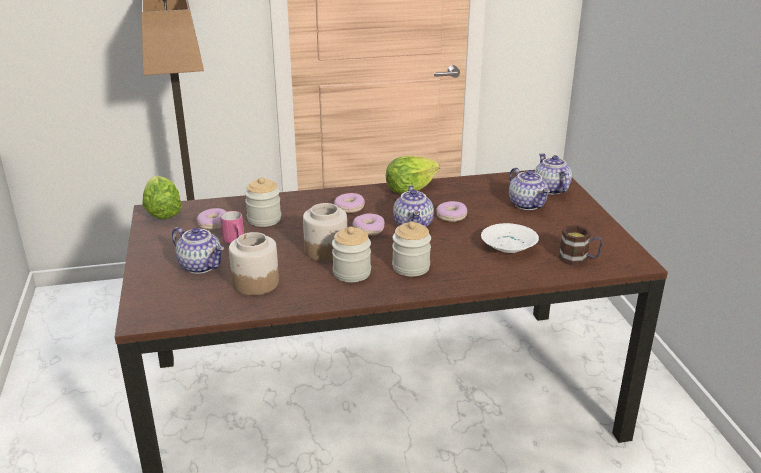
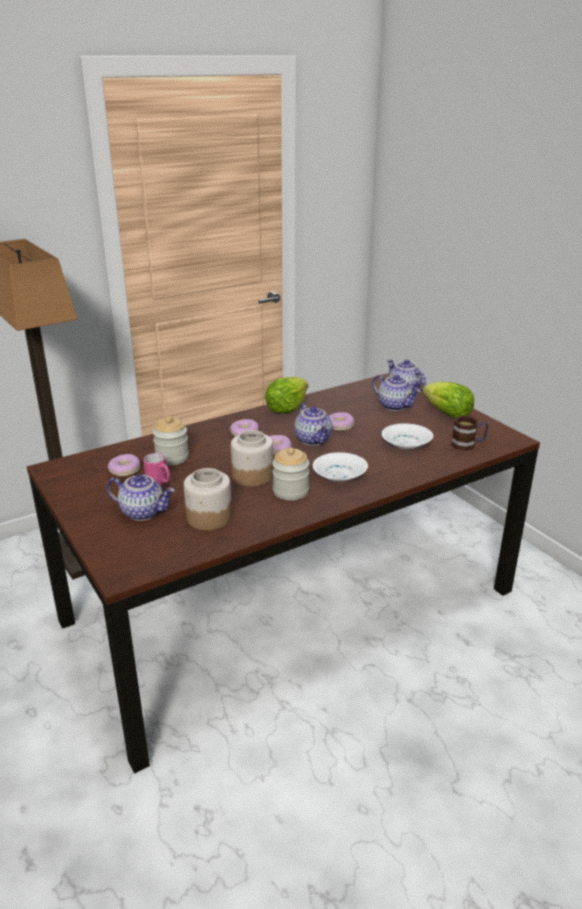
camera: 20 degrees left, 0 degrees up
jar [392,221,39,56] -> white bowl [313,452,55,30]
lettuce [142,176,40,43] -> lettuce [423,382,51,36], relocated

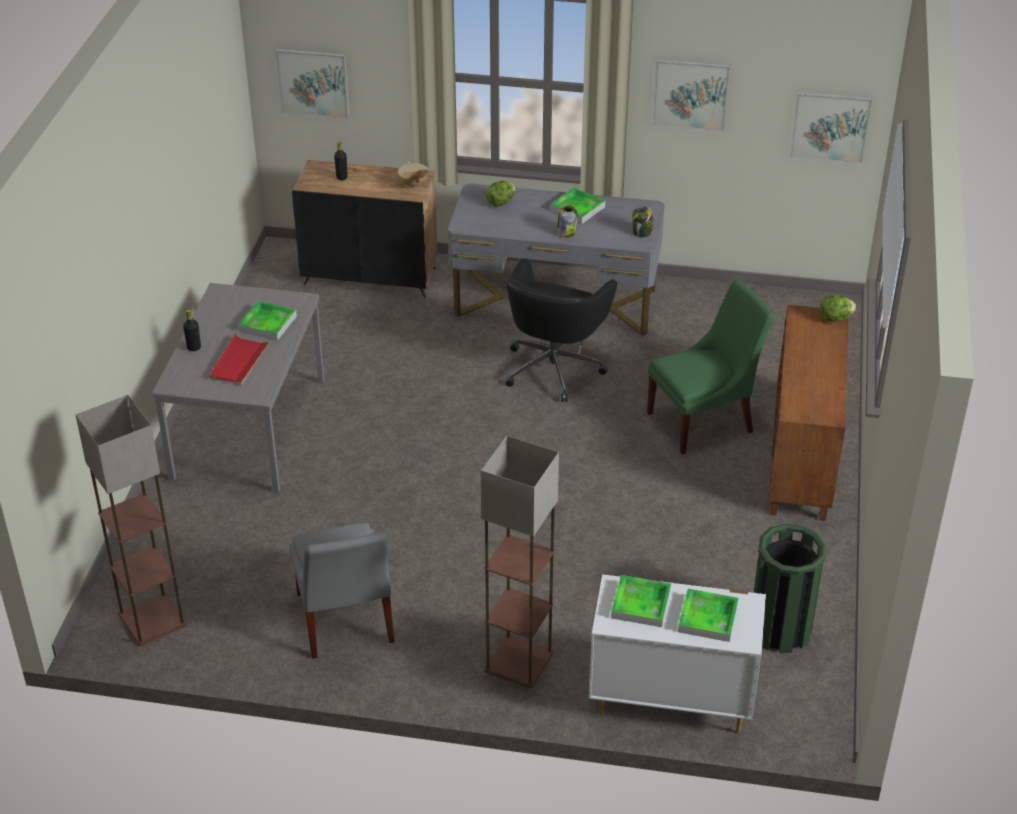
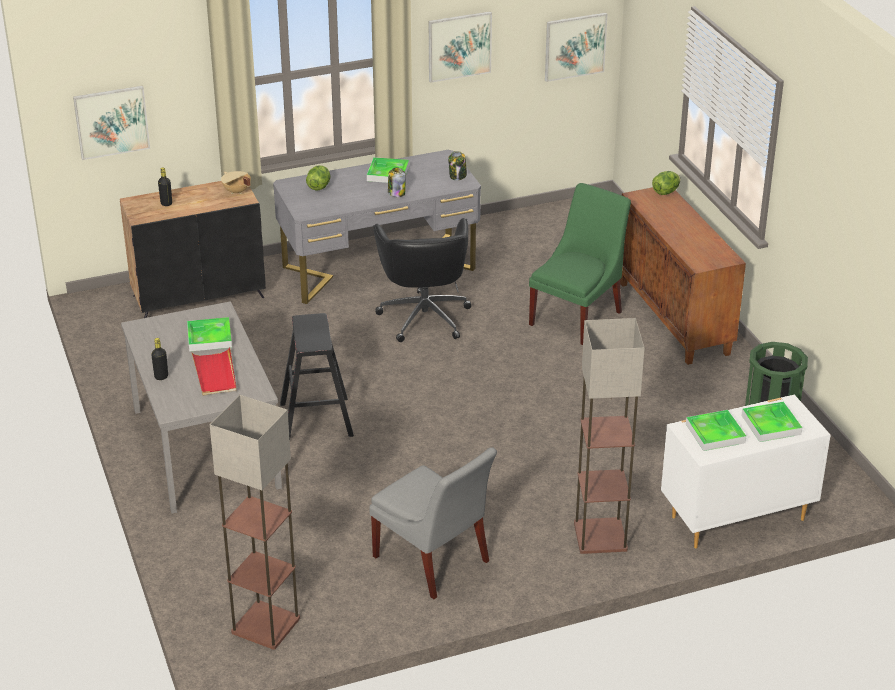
camera: 30 degrees left, 5 degrees down
none -> black stool [280,313,74,125]

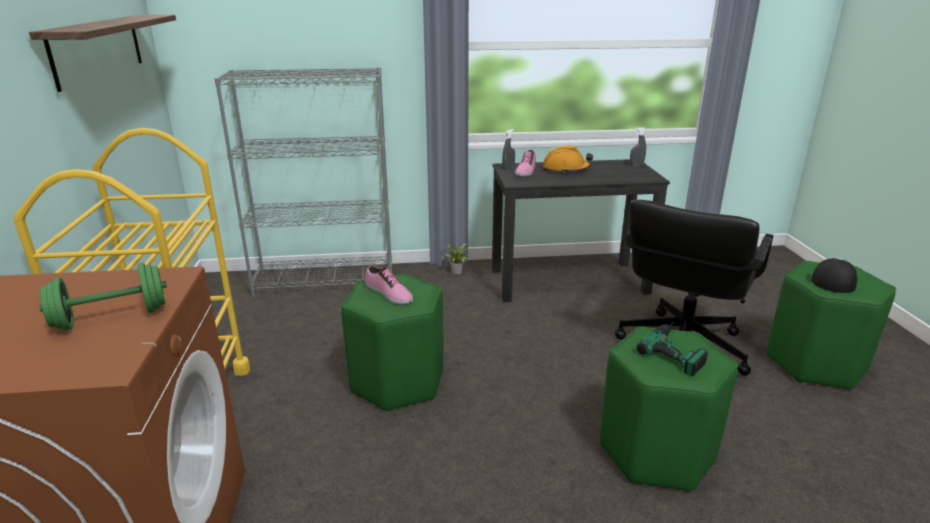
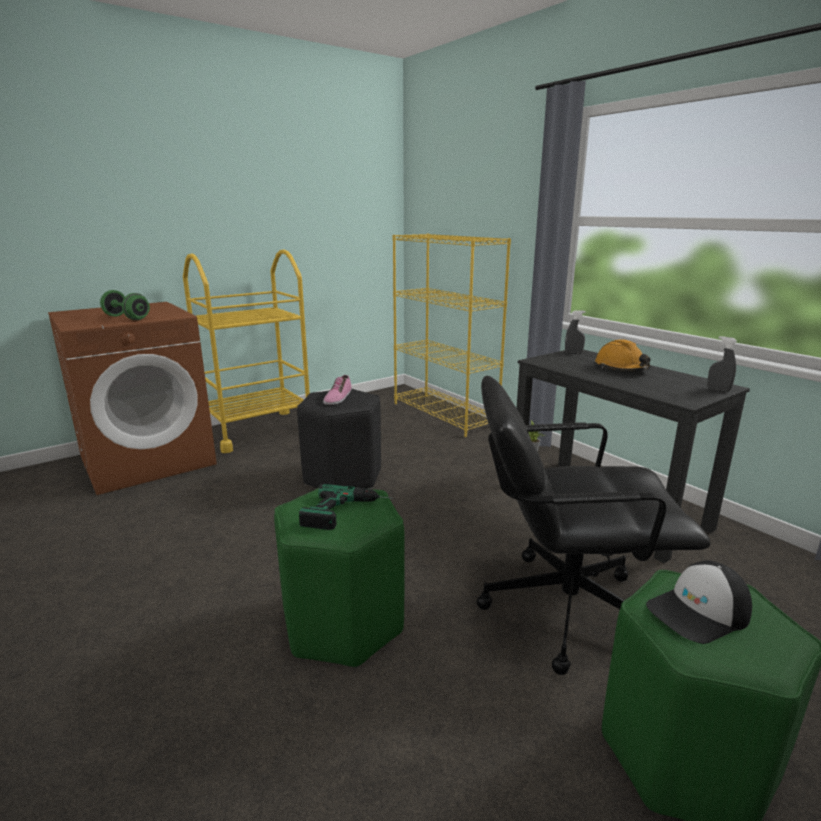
camera: 60 degrees right, 5 degrees down
green stool [341,274,103,138] -> black stool [297,388,84,101]
grey bookcase [215,67,177,229] -> yellow bookcase [393,234,118,203]
cap [811,258,46,35] -> cap [646,560,106,84], 150 degrees clockwise
shelf [29,15,147,77] -> none
shoe [515,149,21,28] -> none

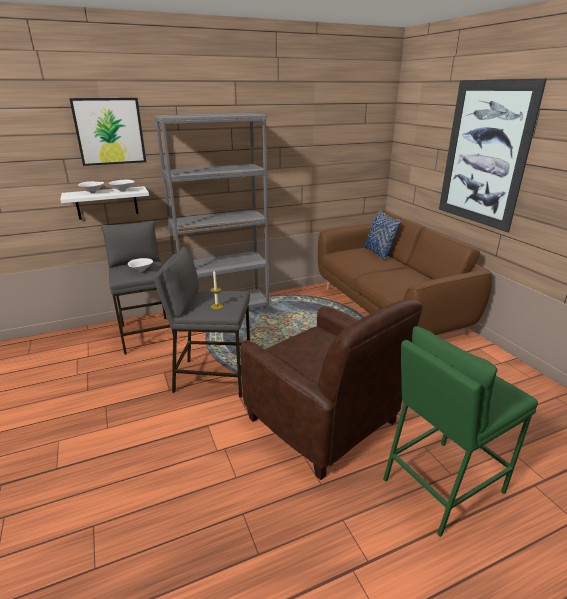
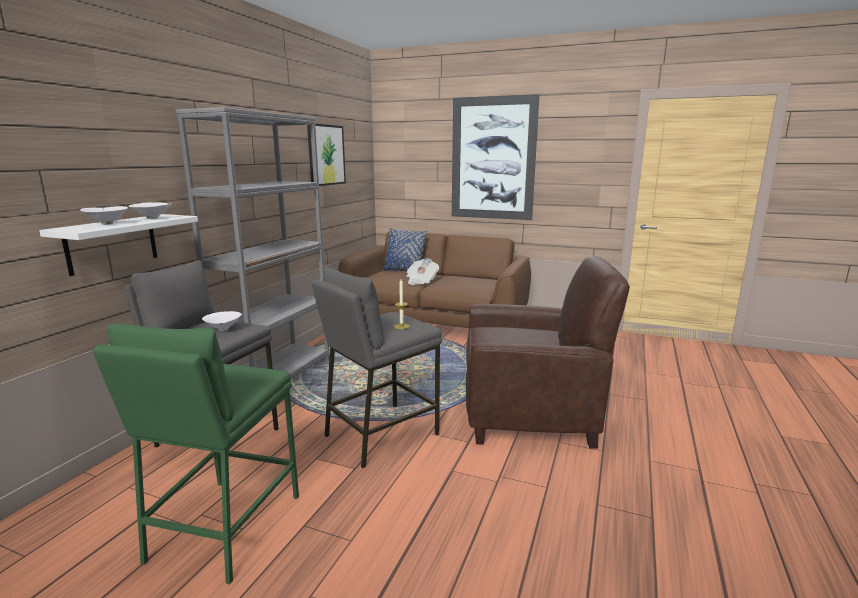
camera: 45 degrees left, 10 degrees down
green stool [383,326,155,211] -> green stool [93,324,206,260], relocated
picture [69,98,77,68] -> picture [307,124,39,62], relocated
none -> newspaper [406,259,33,26]

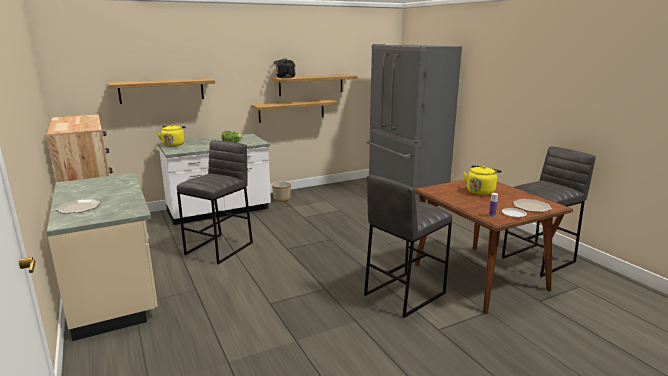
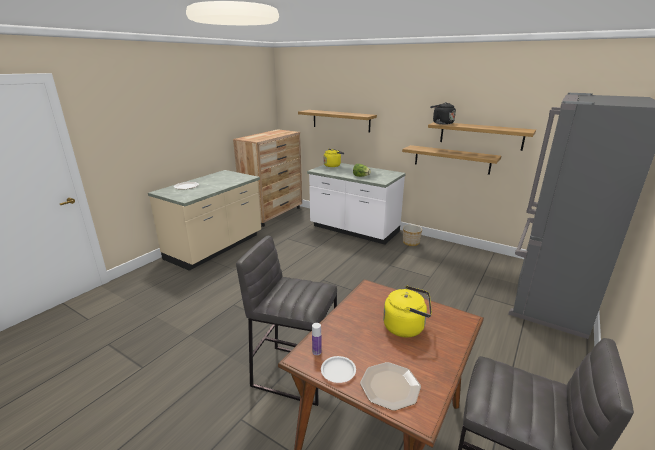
camera: 60 degrees right, 5 degrees up
grey stool [177,140,76,124] -> none

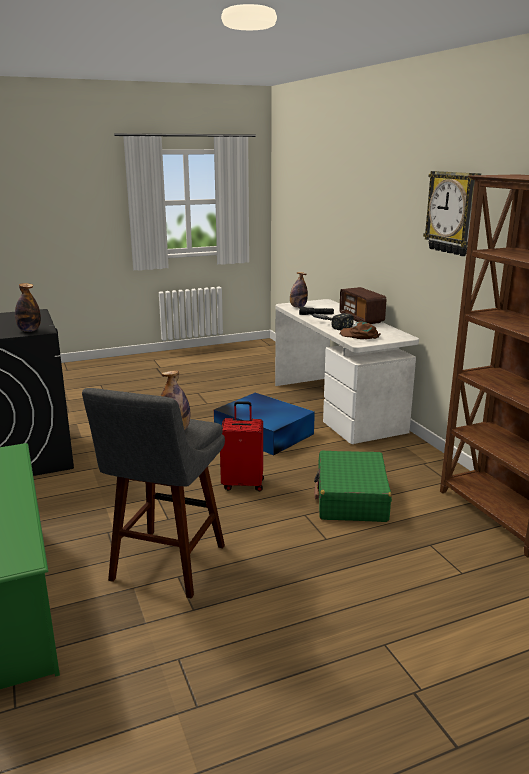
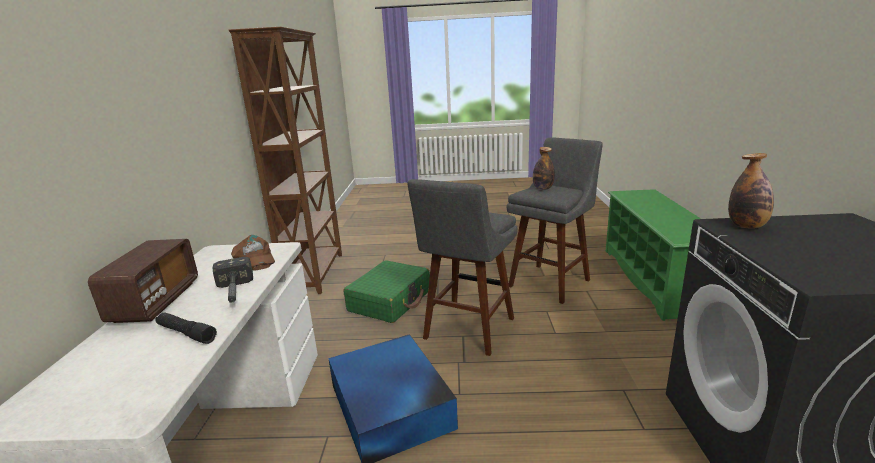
camera: 155 degrees left, 0 degrees up
red suitcase [220,401,44,90] -> grey stool [407,179,111,177]
bottle [290,272,18,36] -> none
wall clock [423,171,58,85] -> none

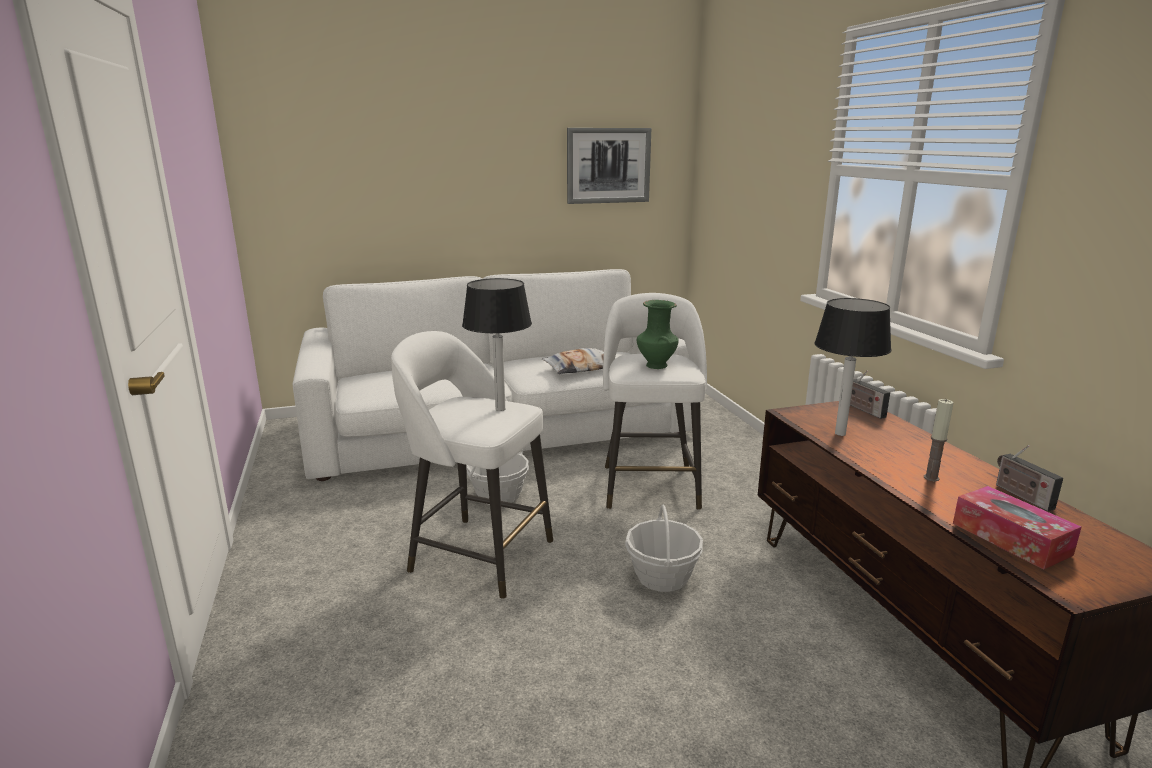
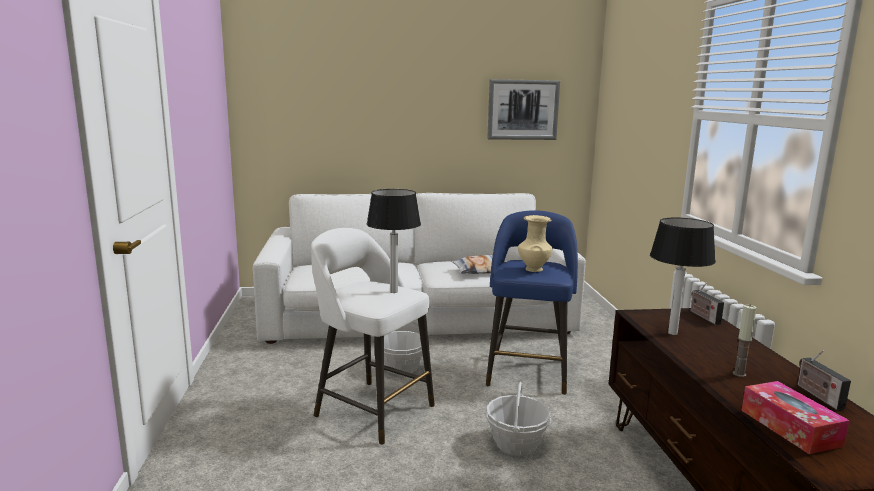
camera: 10 degrees right, 5 degrees down
white stool [603,293,104,217] -> blue stool [486,210,92,185]
green vase [637,300,41,69] -> beige vase [518,215,35,57]

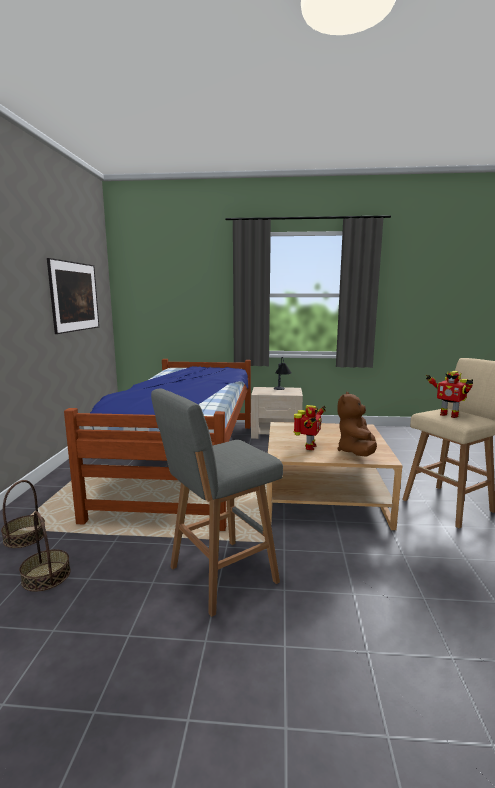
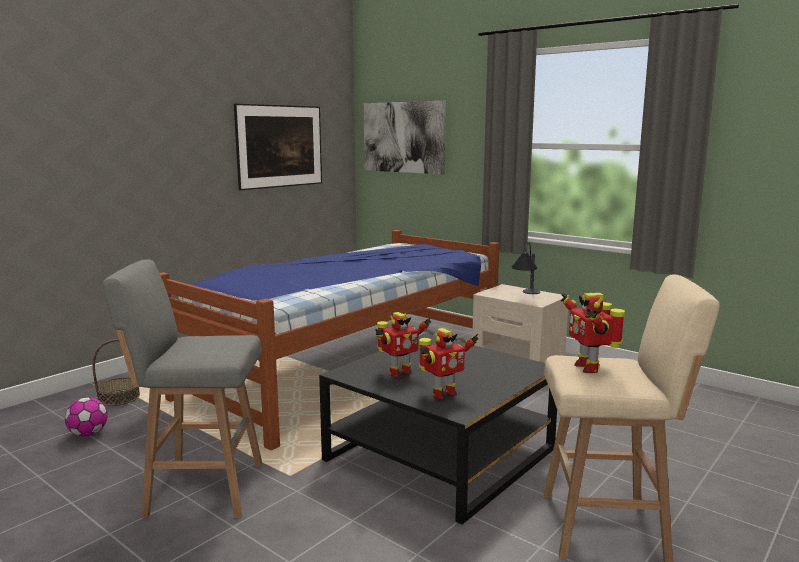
camera: 35 degrees right, 0 degrees up
basket [19,511,52,81] -> football [65,397,43,40]
beige coffee table [267,422,136,108] -> black coffee table [319,333,238,192]
none -> picture [364,101,82,73]
brown plush toy [338,392,39,65] -> toy robot [419,328,60,71]

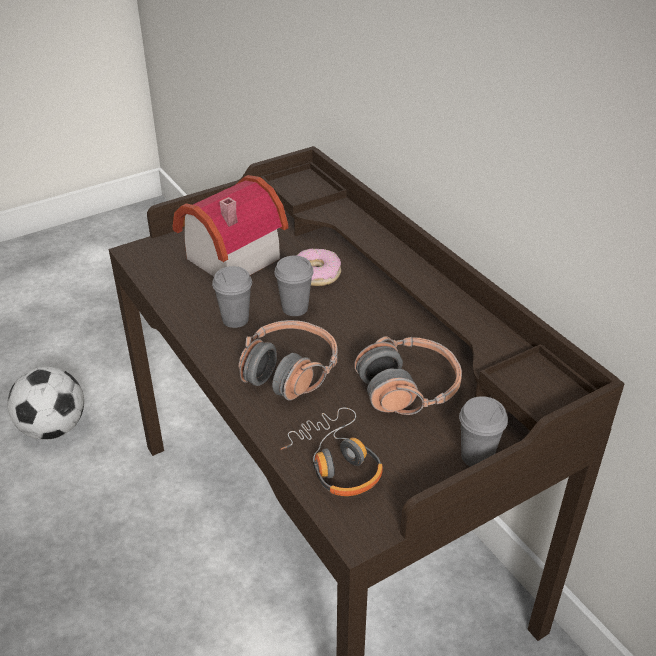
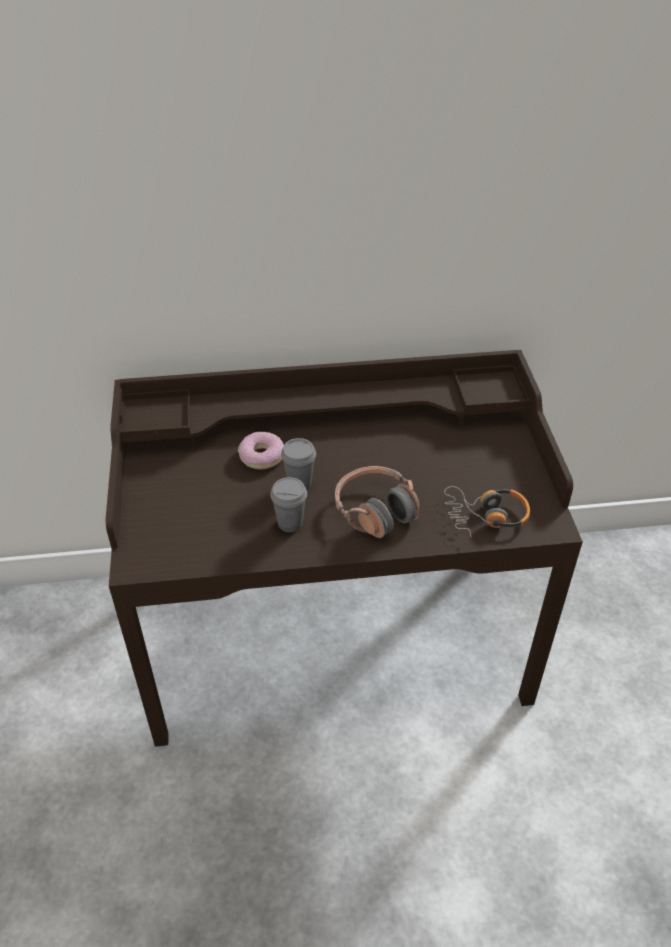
camera: 65 degrees left, 5 degrees up
football [7,366,77,74] -> none
toy house [172,175,117,101] -> none
headphones [354,336,108,79] -> none
grey cup [459,396,49,71] -> none

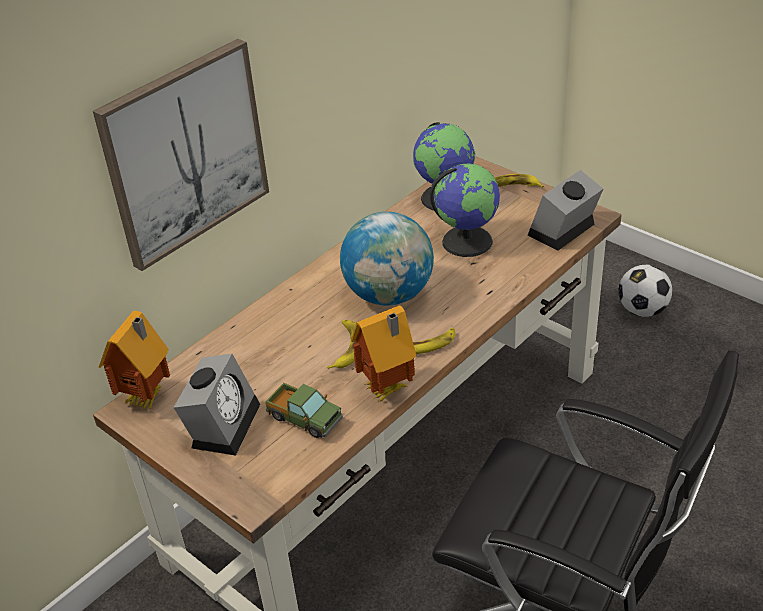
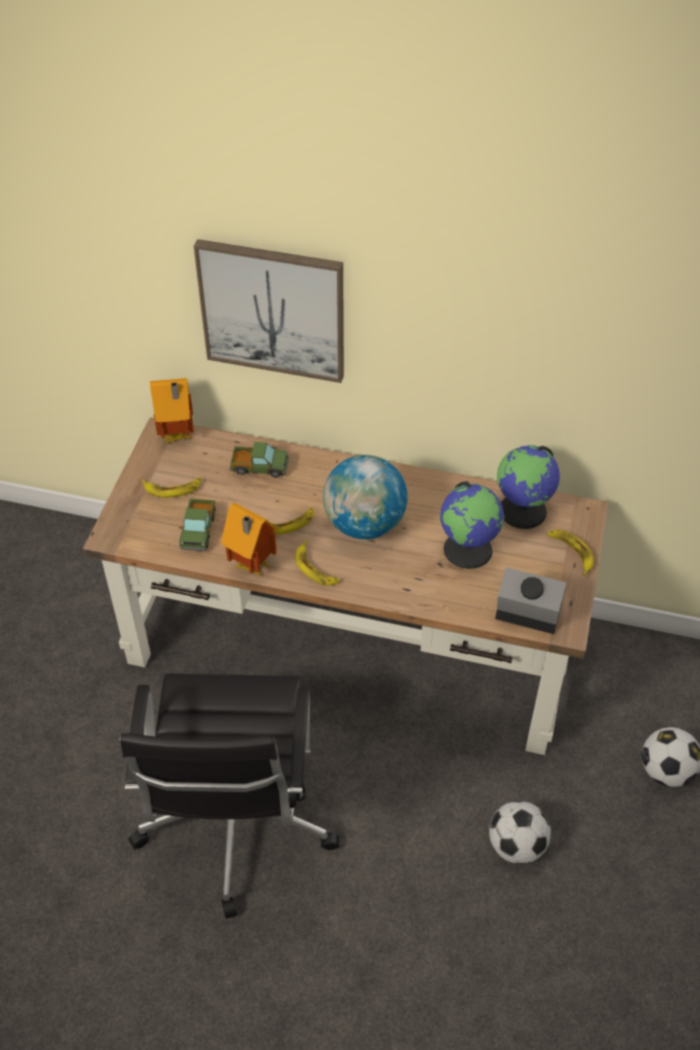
camera: 60 degrees right, 10 degrees up
alarm clock [174,353,86,103] -> banana [142,477,60,21]
none -> toy truck [230,442,59,36]
none -> football [489,801,62,63]

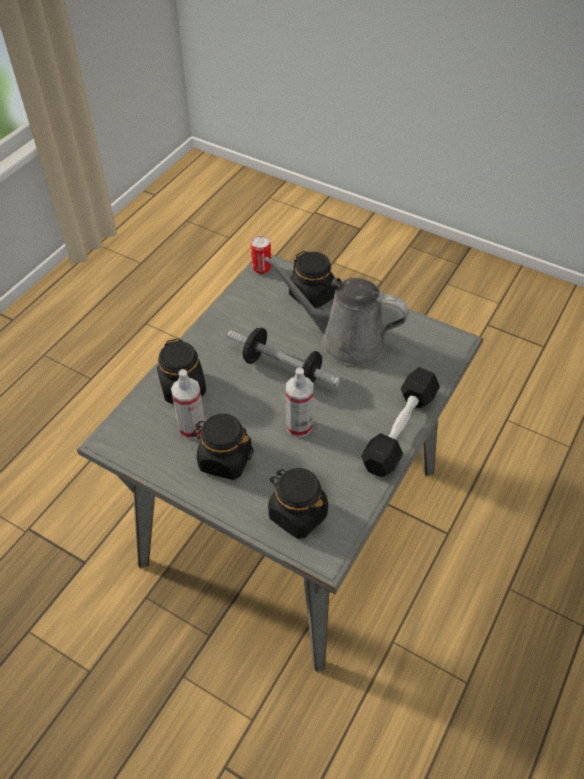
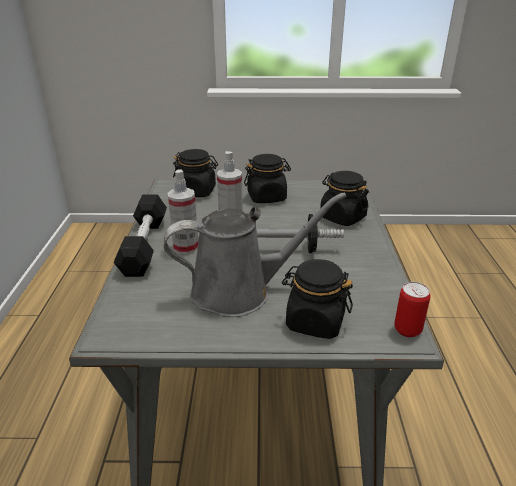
camera: 150 degrees right, 20 degrees down
spray bottle [171,369,34,70] -> spray bottle [168,169,30,86], relocated

